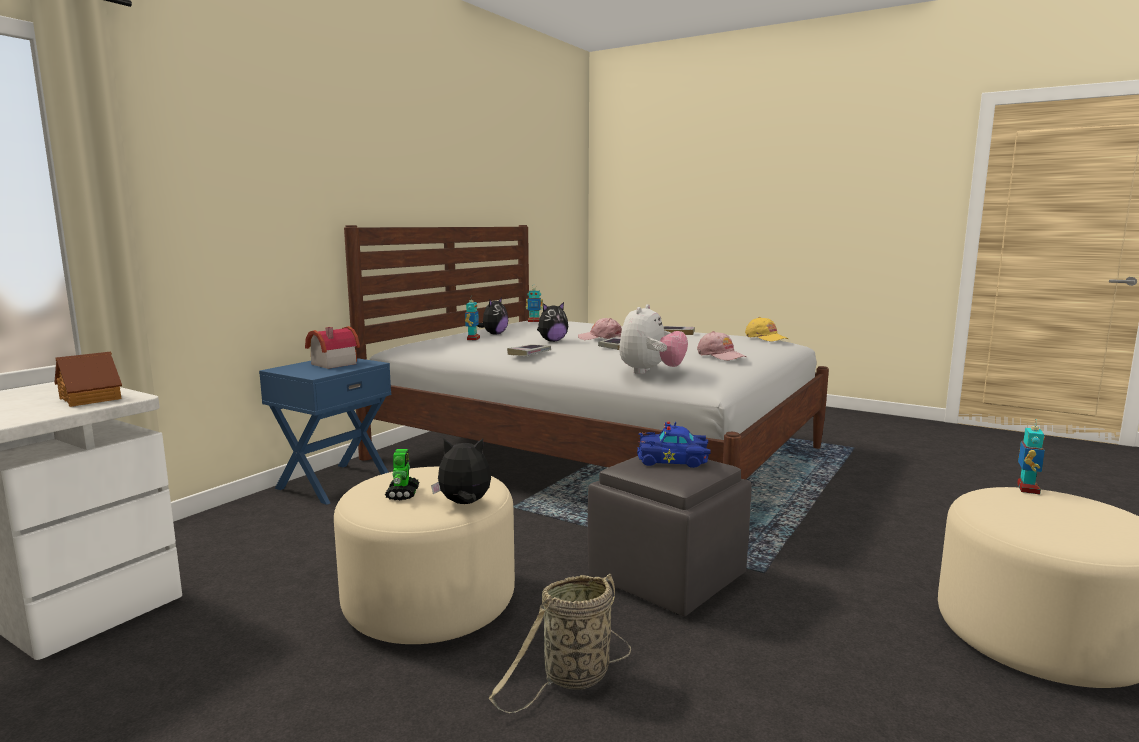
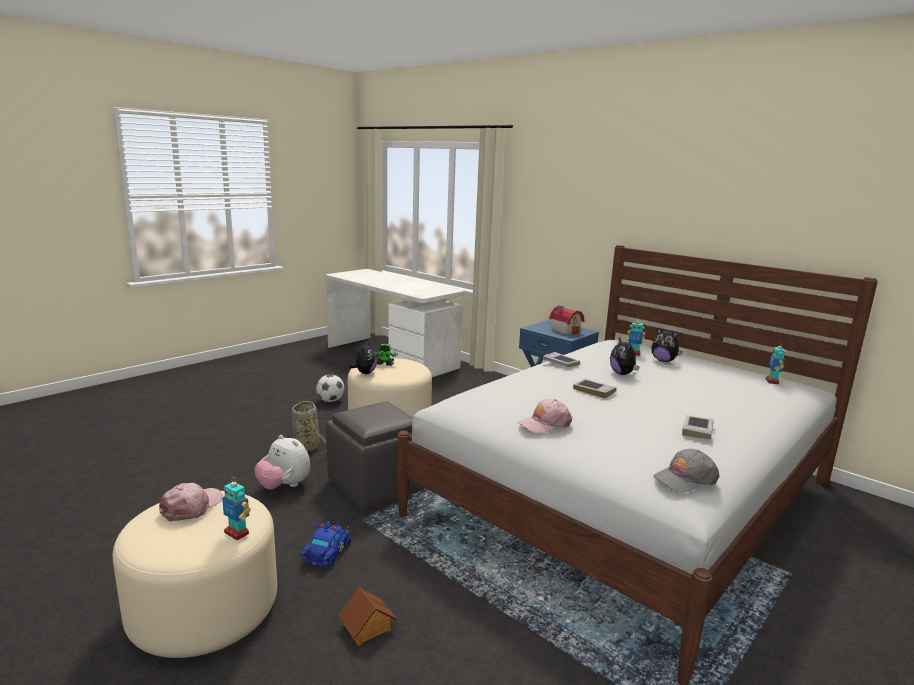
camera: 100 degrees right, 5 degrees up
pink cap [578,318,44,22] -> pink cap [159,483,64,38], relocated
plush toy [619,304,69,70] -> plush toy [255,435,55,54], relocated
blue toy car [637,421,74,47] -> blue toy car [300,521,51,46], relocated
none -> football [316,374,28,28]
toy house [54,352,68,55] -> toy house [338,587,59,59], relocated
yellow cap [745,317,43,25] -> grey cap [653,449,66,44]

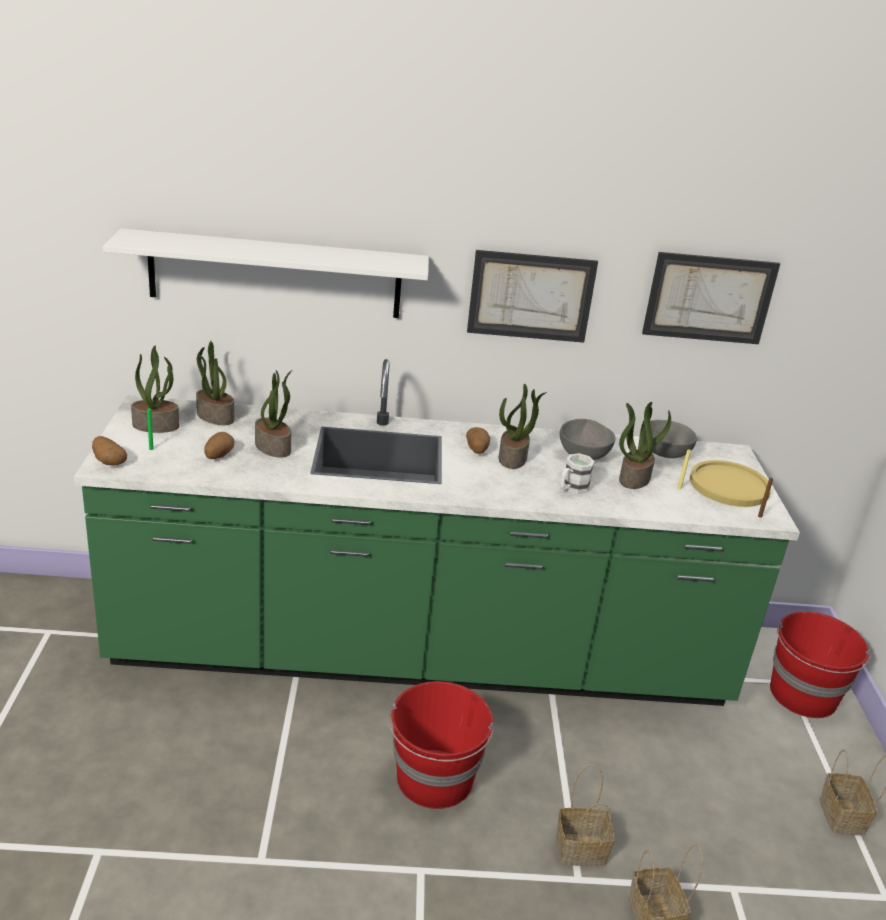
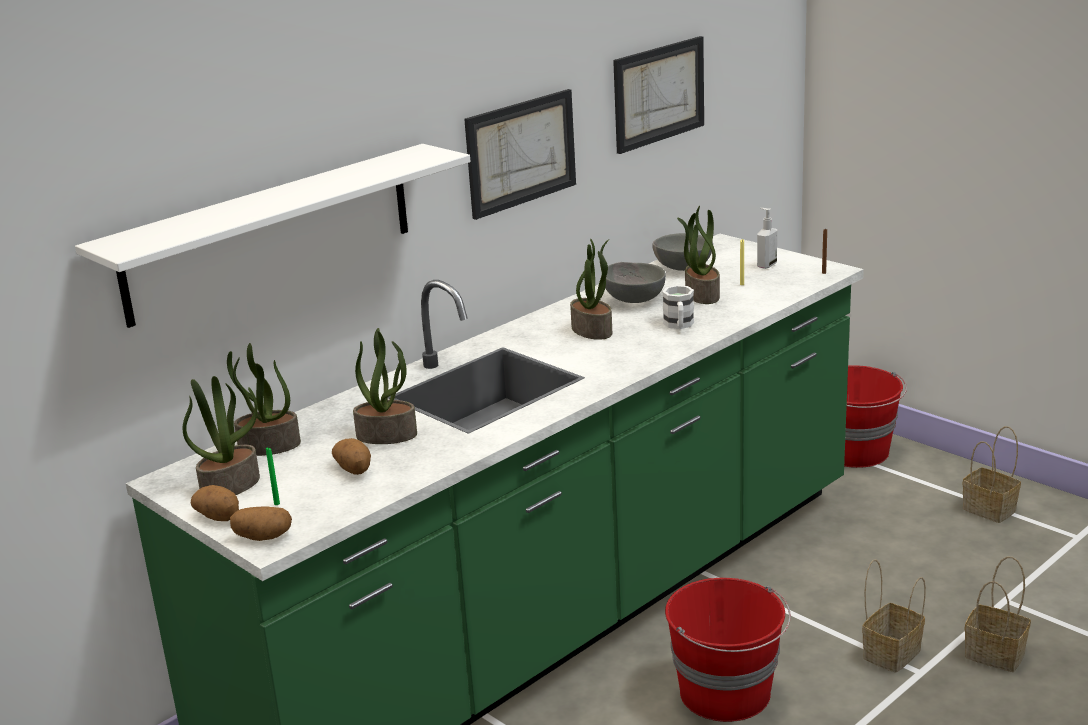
camera: 40 degrees left, 5 degrees down
potato [466,427,24,27] -> potato [191,485,48,36], relocated
yellow plate [690,460,81,47] -> soap dispenser [757,208,20,61]

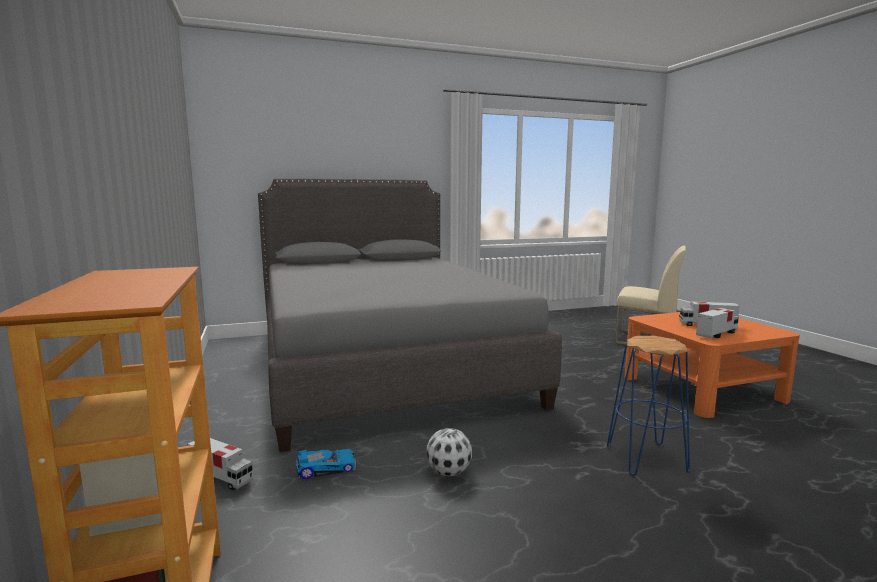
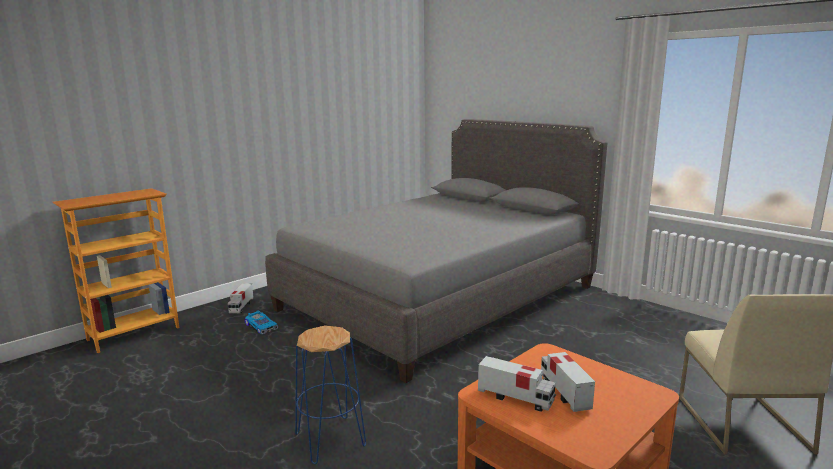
camera: 65 degrees right, 5 degrees up
football [427,428,45,48] -> none

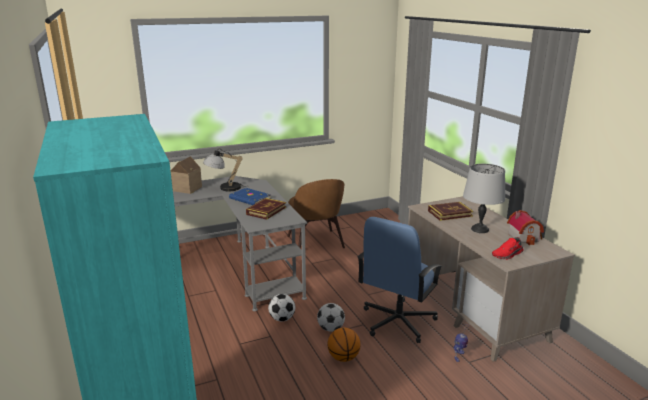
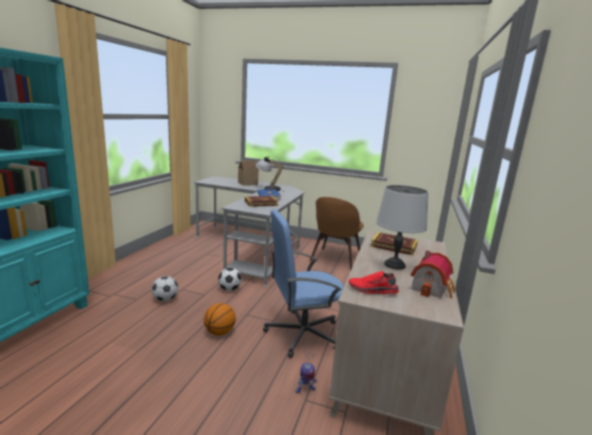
camera: 40 degrees right, 5 degrees down
football [317,303,28,29] -> football [152,276,26,25], relocated

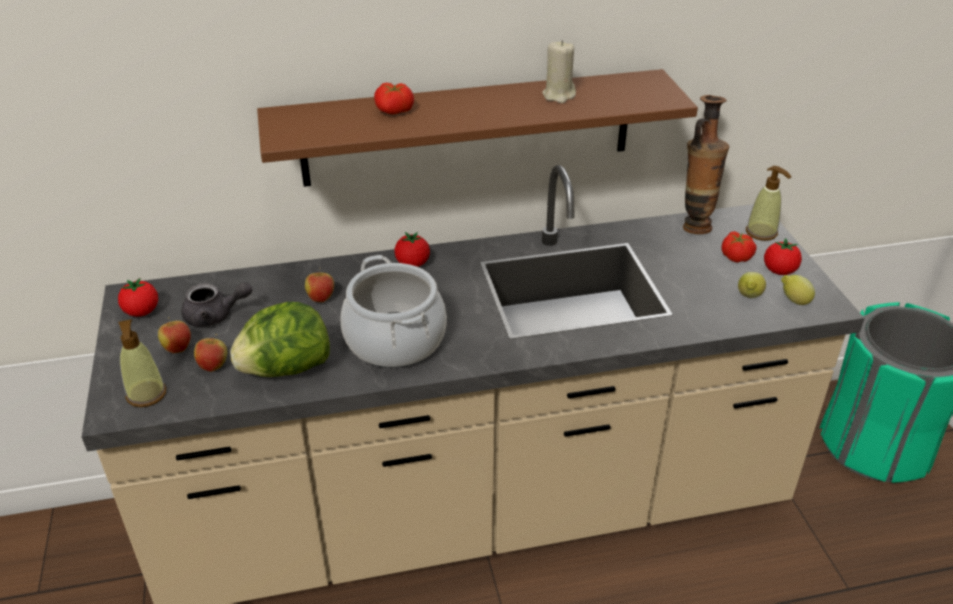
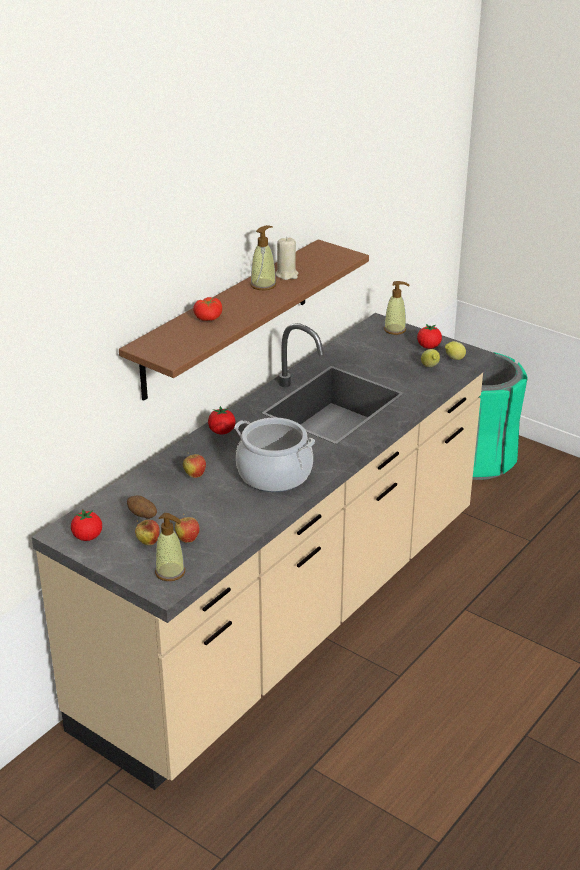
camera: 40 degrees left, 5 degrees down
grey teapot [181,282,71,45] -> potato [127,496,30,23]
none -> soap dispenser [250,225,26,65]
lettuce [230,302,100,75] -> none
vase [683,95,46,139] -> none
tomato [722,231,35,32] -> none

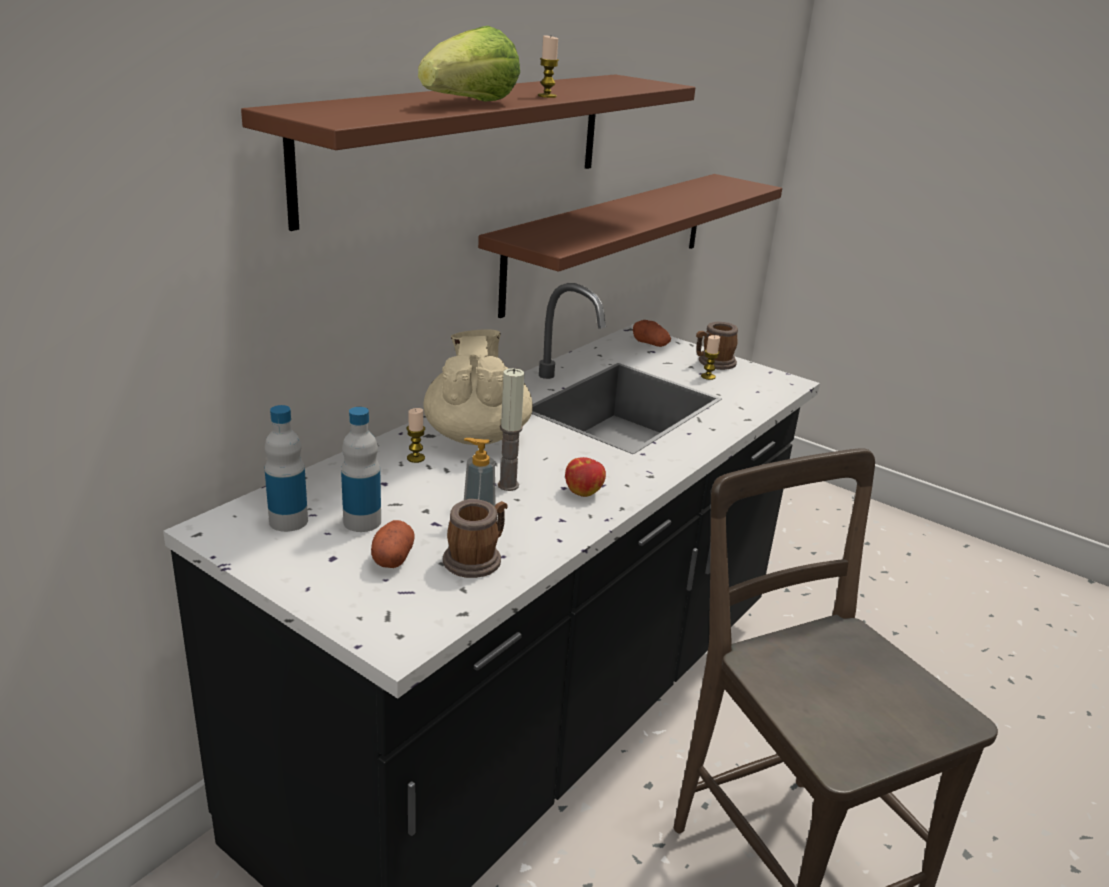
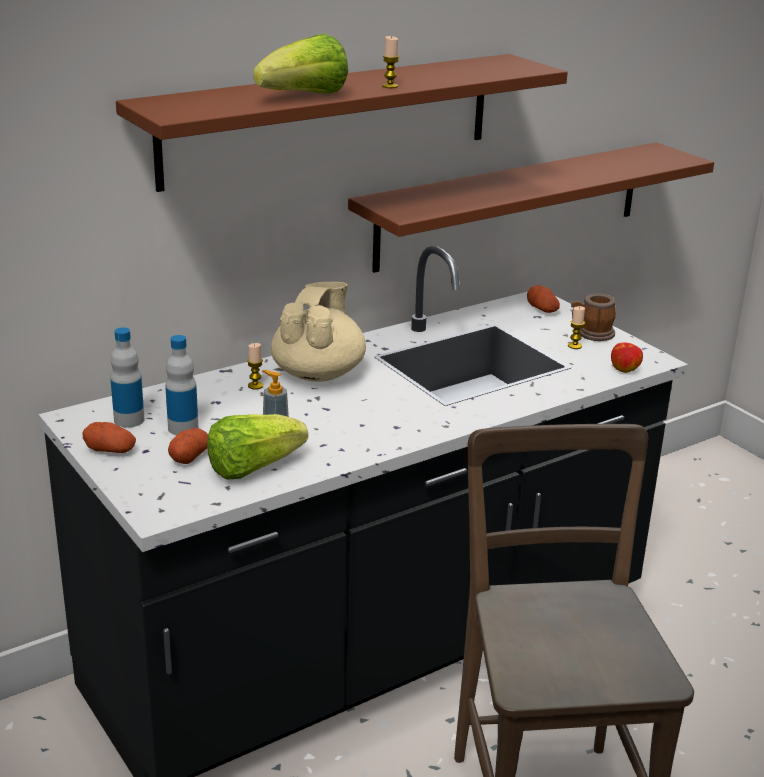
camera: 20 degrees right, 0 degrees up
none -> potato [83,422,53,31]
mug [443,499,64,79] -> lettuce [207,414,101,66]
apple [565,457,41,40] -> apple [611,343,32,30], relocated
candle [498,368,27,123] -> none

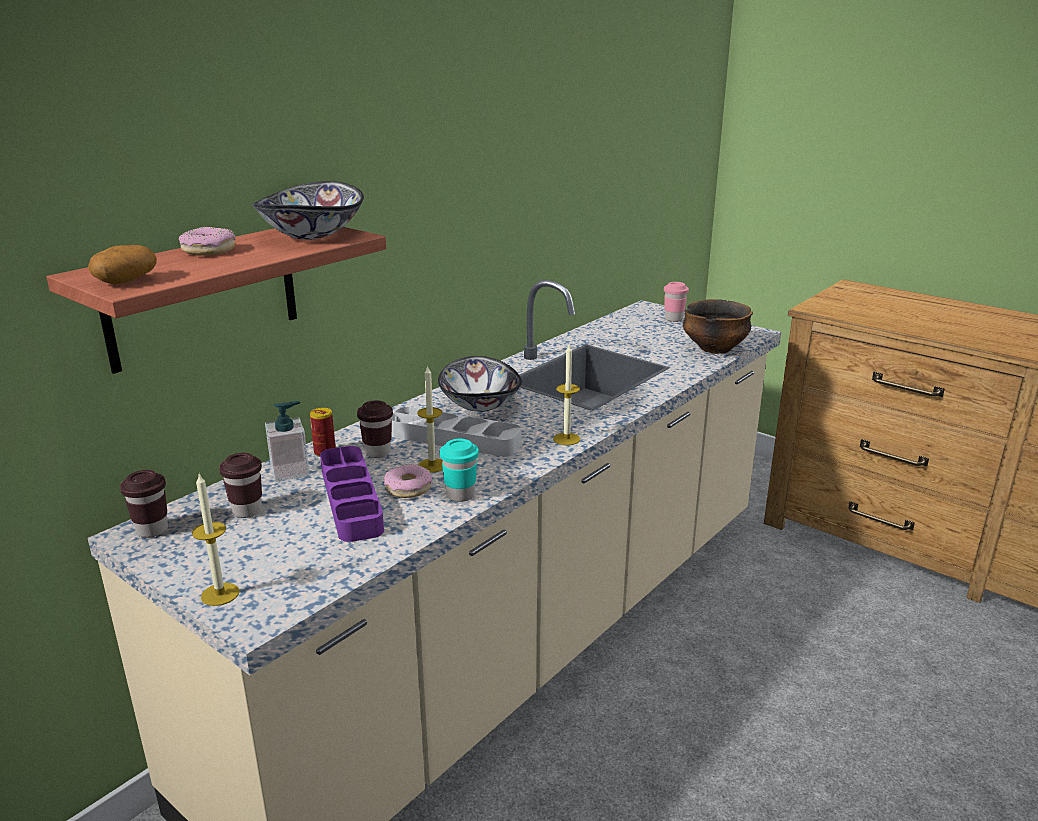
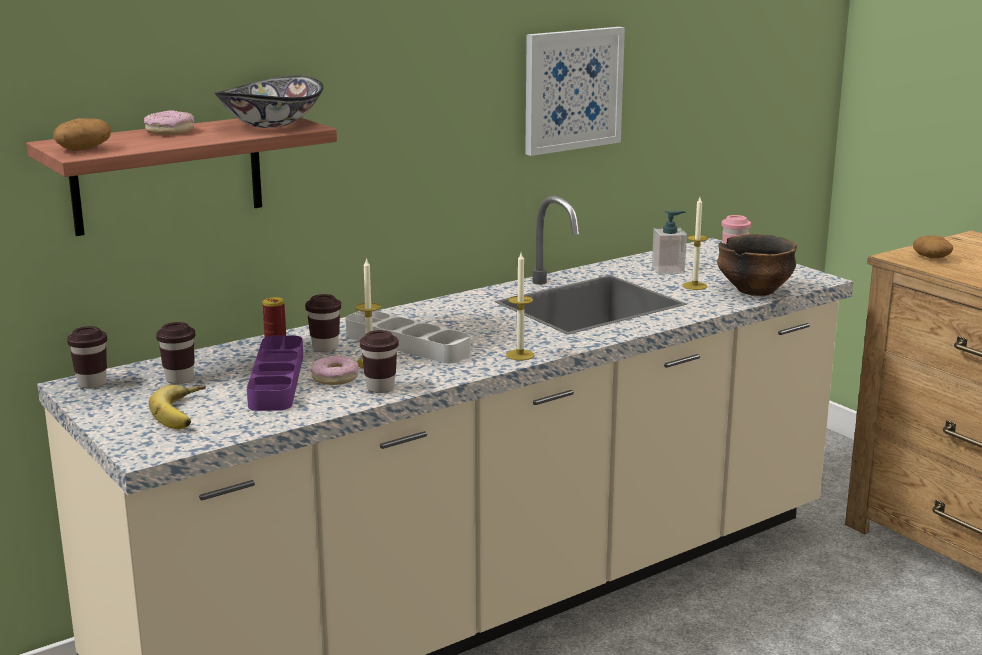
camera: 15 degrees right, 5 degrees down
none -> banana [149,385,57,45]
turquoise cup [440,439,39,63] -> brown cup [360,330,39,63]
none -> picture [525,27,100,129]
soap dispenser [265,401,45,81] -> soap dispenser [652,211,35,63], relocated
candle [192,474,47,132] -> candle [683,197,25,93], relocated
none -> potato [913,236,40,22]
bowl [438,356,84,56] -> none

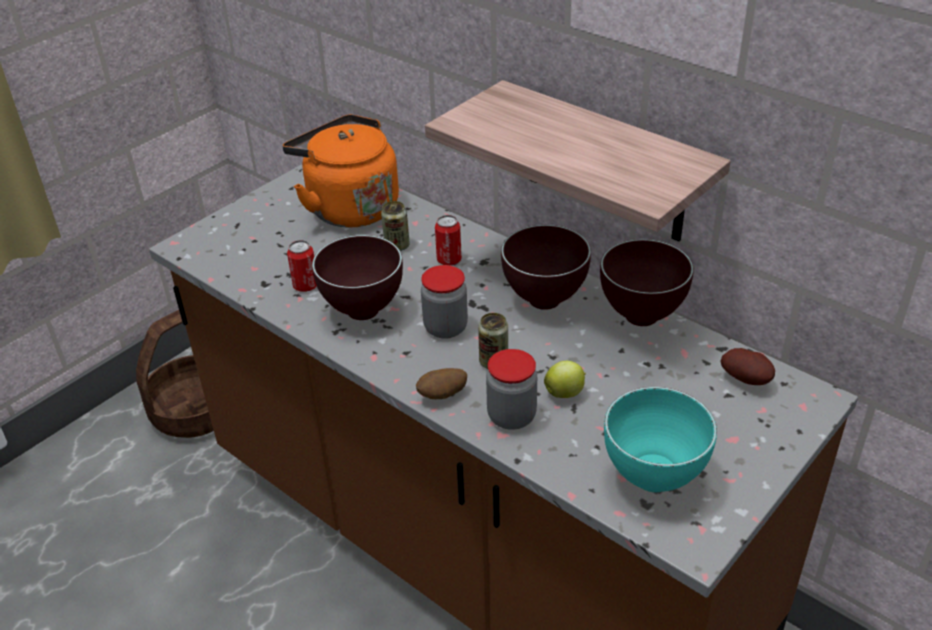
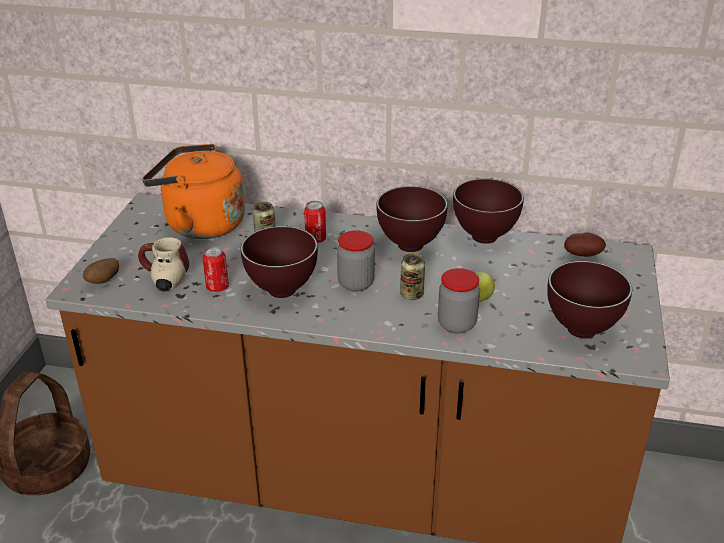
camera: 30 degrees left, 5 degrees down
potato [416,368,51,31] -> potato [83,258,36,26], relocated
none -> mug [138,237,51,55]
turquoise bowl [604,387,113,105] -> brown bowl [547,261,85,77]
shelf [425,80,306,162] -> none

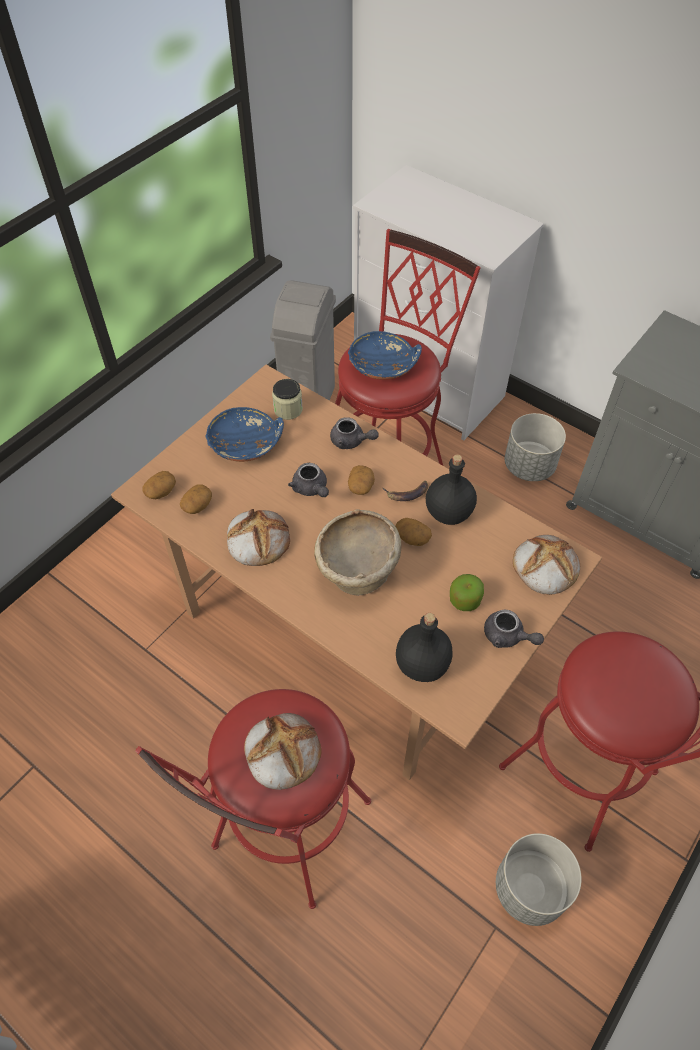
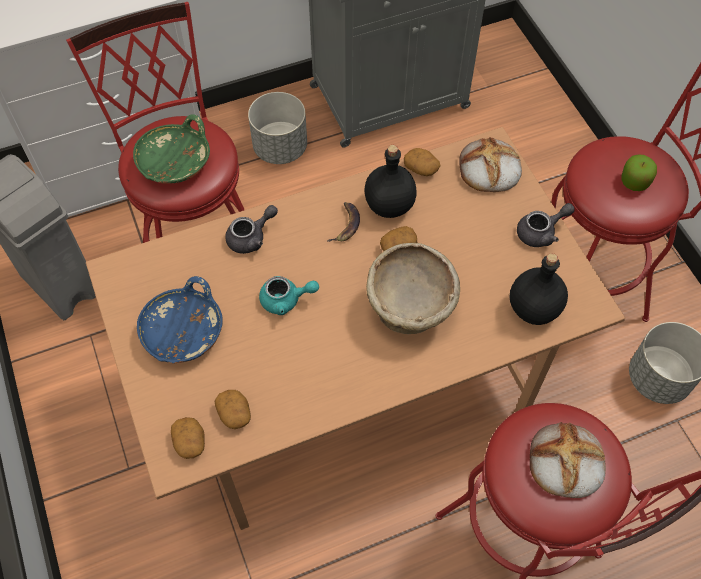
camera: 60 degrees left, 5 degrees up
blue bowl [348,331,74,49] -> green bowl [133,114,77,70]
grey teapot [288,463,41,34] -> turquoise teapot [259,276,60,39]
potato [348,465,27,30] -> potato [404,148,36,28], relocated
apple [450,574,34,37] -> apple [622,154,35,37], relocated
bread [227,509,63,57] -> none
jar [272,379,31,41] -> none

